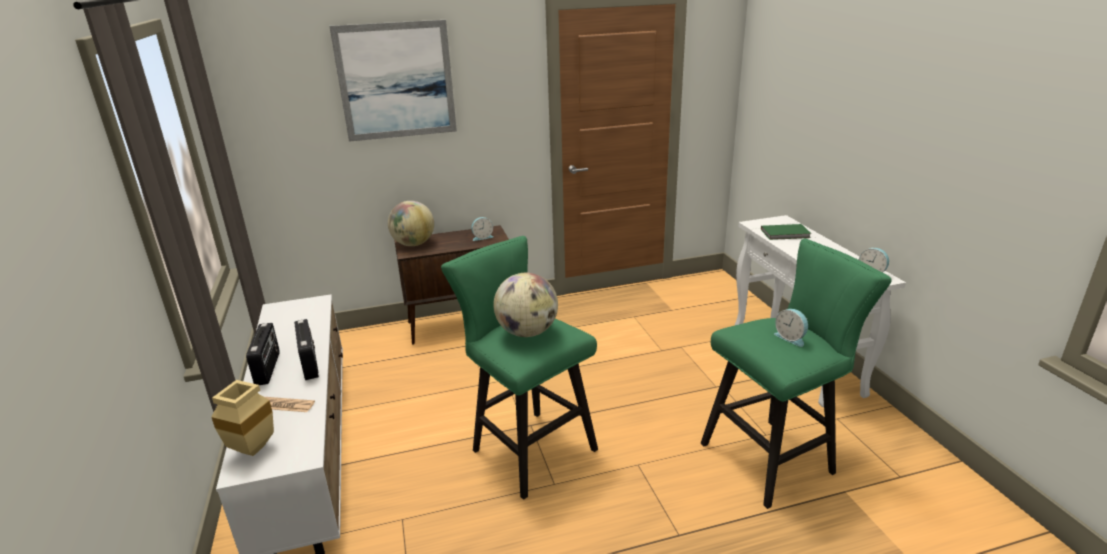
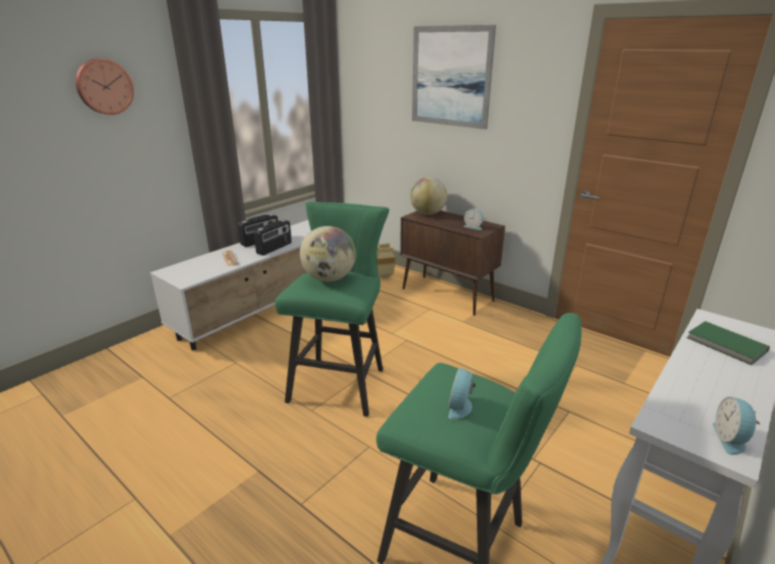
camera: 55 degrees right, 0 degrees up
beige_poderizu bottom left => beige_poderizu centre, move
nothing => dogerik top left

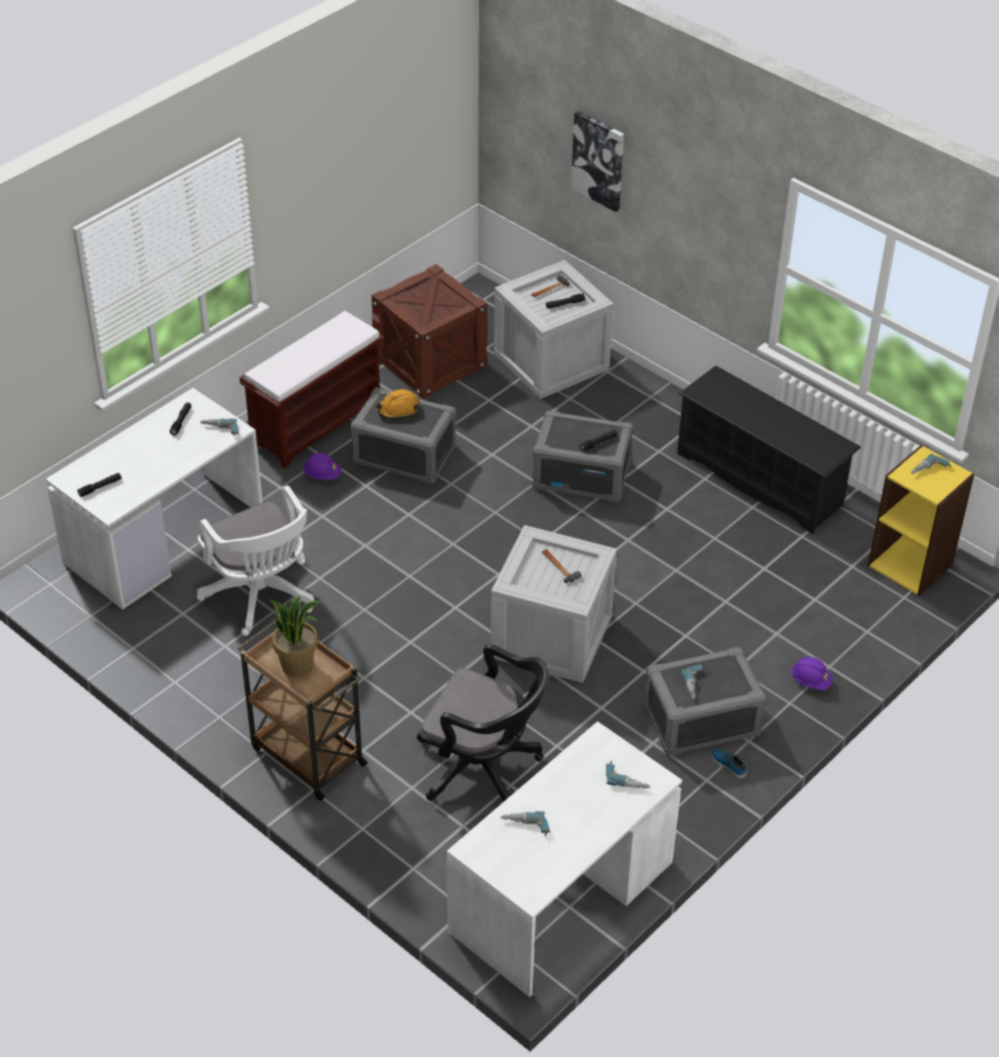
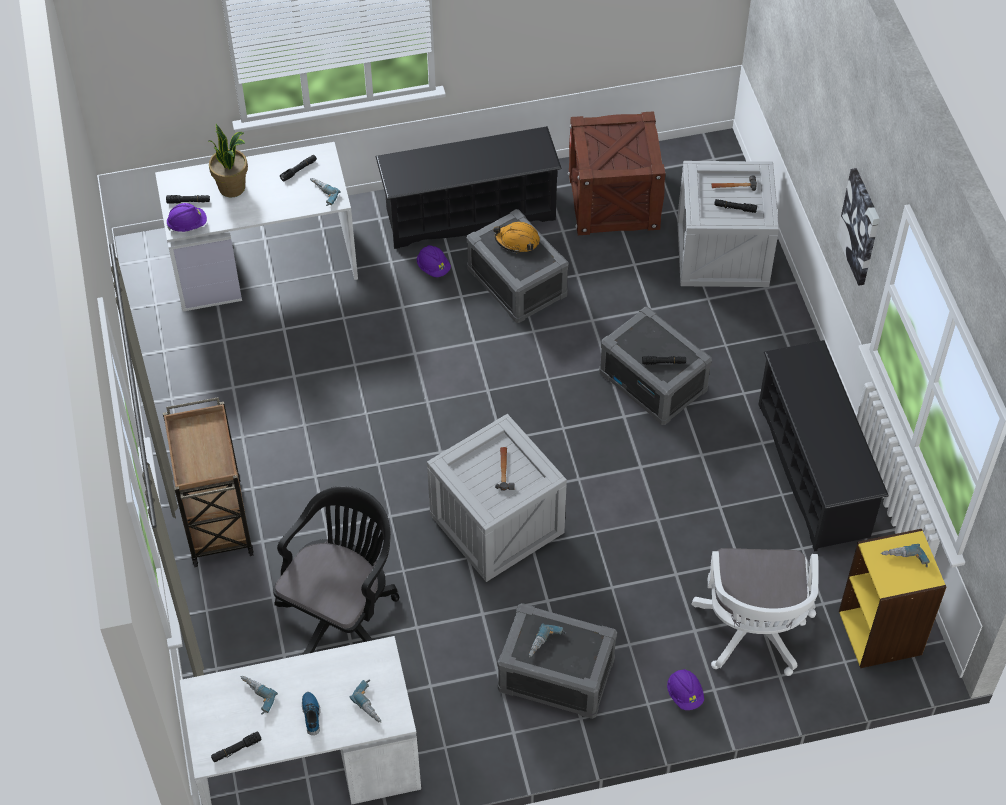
camera: 35 degrees right, 10 degrees up
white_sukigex middle left => white_sukigex bottom right, move
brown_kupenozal middle left => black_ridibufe (1st from left) top centre
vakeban middle left => vakeban top left, move
black_sukigex bottom centre, 120 degrees counterclockwise
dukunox top centre => dukunox top right, move
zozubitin bottom right => zozubitin bottom left, move
nothing => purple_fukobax (1st from left) top left
nothing => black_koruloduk (2nd from left) bottom left

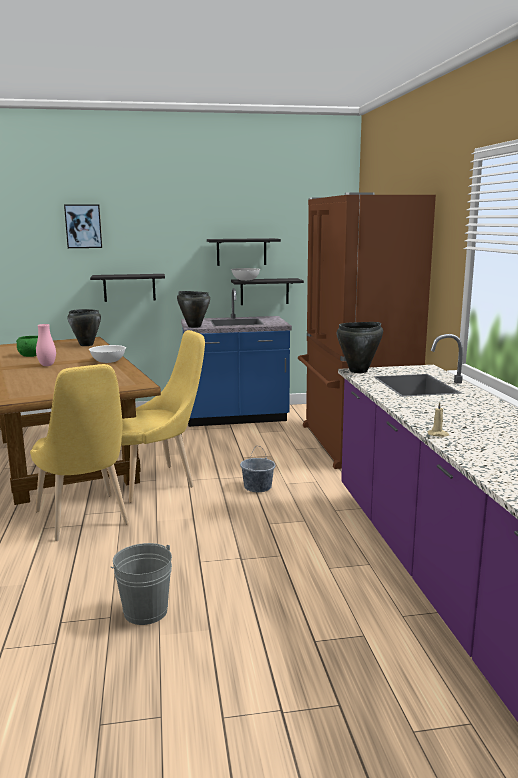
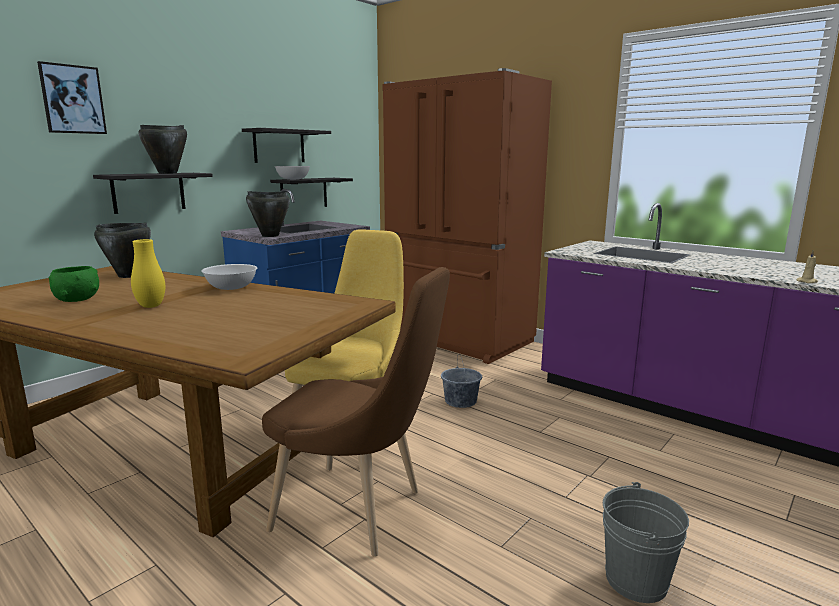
camera: 40 degrees left, 0 degrees up
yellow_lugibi (1st from left) middle left => brown_lugibi bottom centre
pink_poderizu middle left => yellow_poderizu middle left
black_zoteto (3rd from left in the first image) middle right => black_zoteto (2nd from left) top left, move

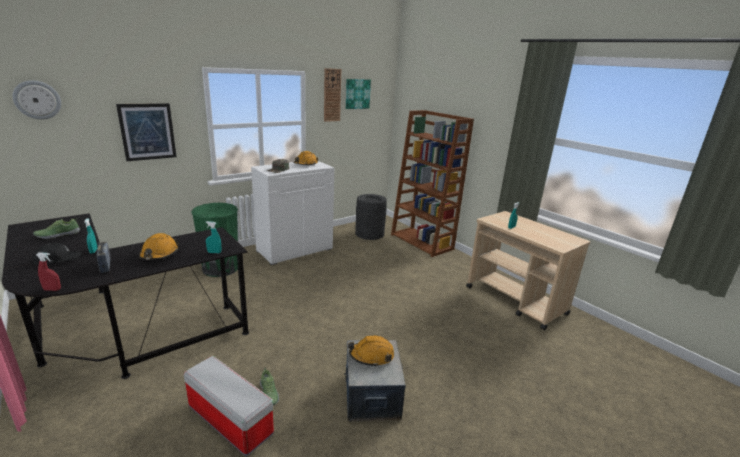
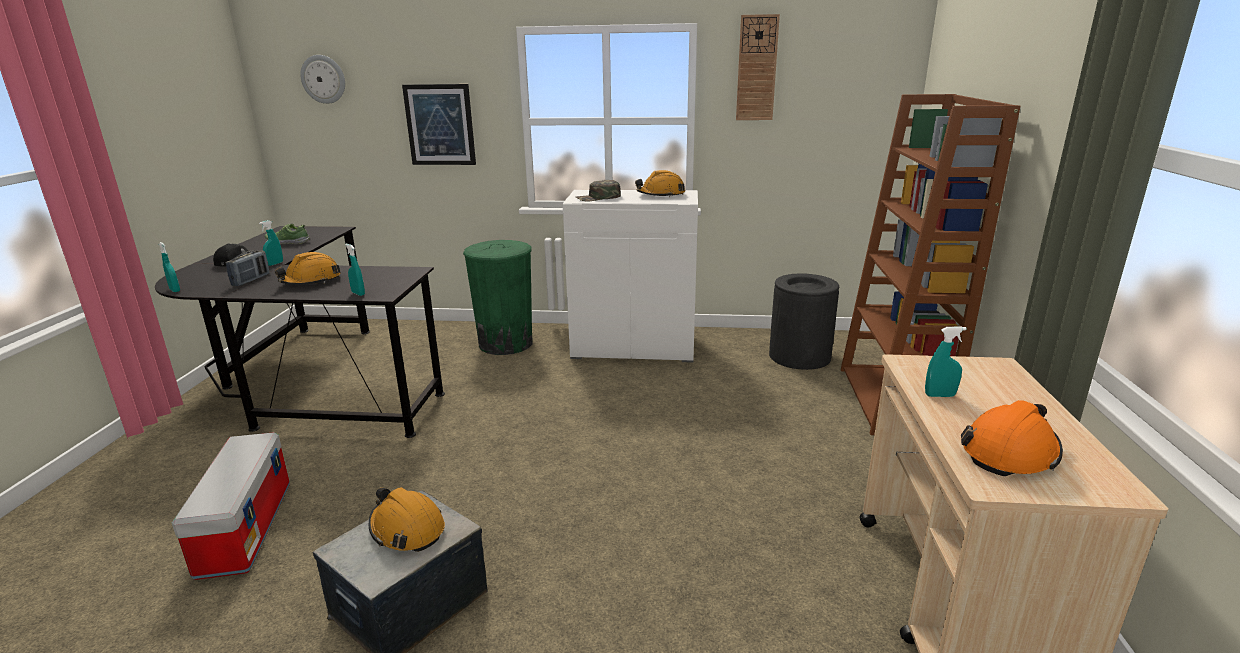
camera: 45 degrees right, 0 degrees up
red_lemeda middle left => turquoise_lemeda (1st from left) middle left
zozubitin (2nd from left) bottom centre => nothing
dukunox (2nd from left) top centre => nothing
nothing => orange_fukobax (4th from left) bottom right

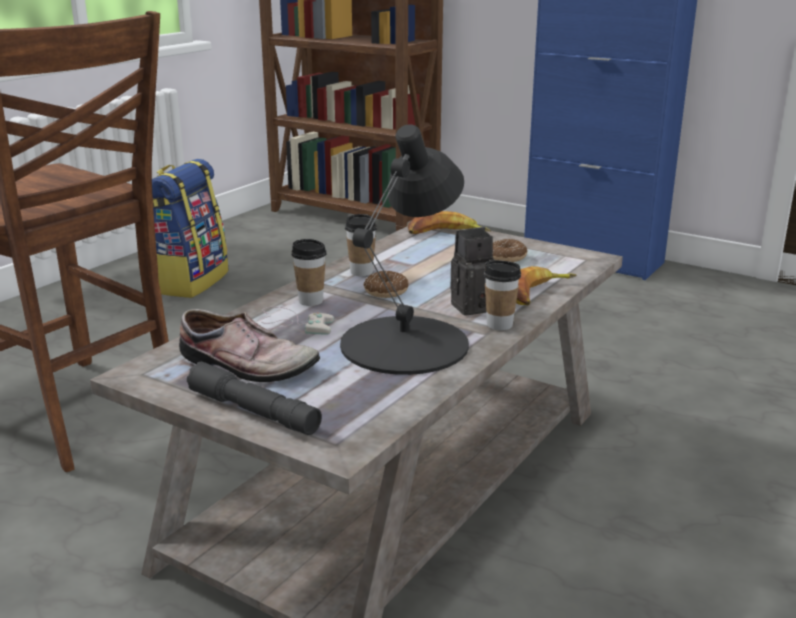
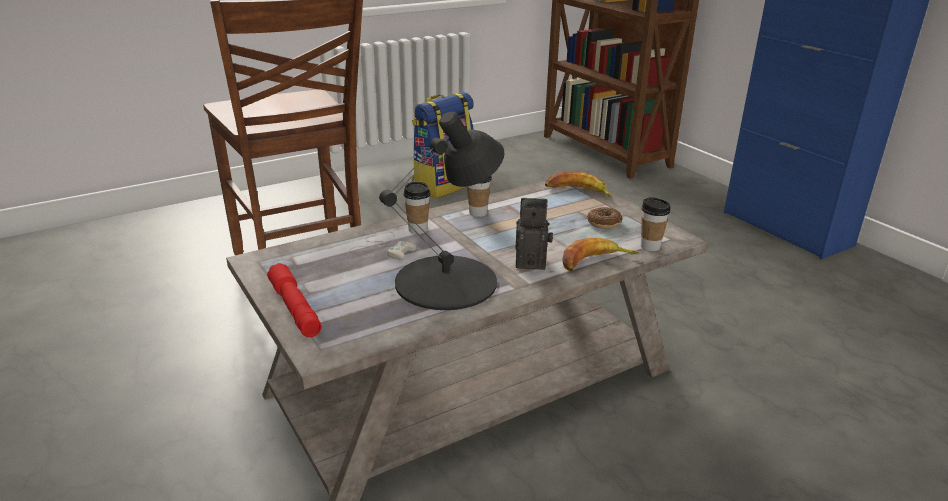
camera: 25 degrees right, 5 degrees up
zozubitin middle left => nothing
grey_koruloduk middle left => red_koruloduk middle left
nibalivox (1st from left) centre => nothing
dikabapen (3rd from left) centre => dikabapen (3rd from left) middle right, move

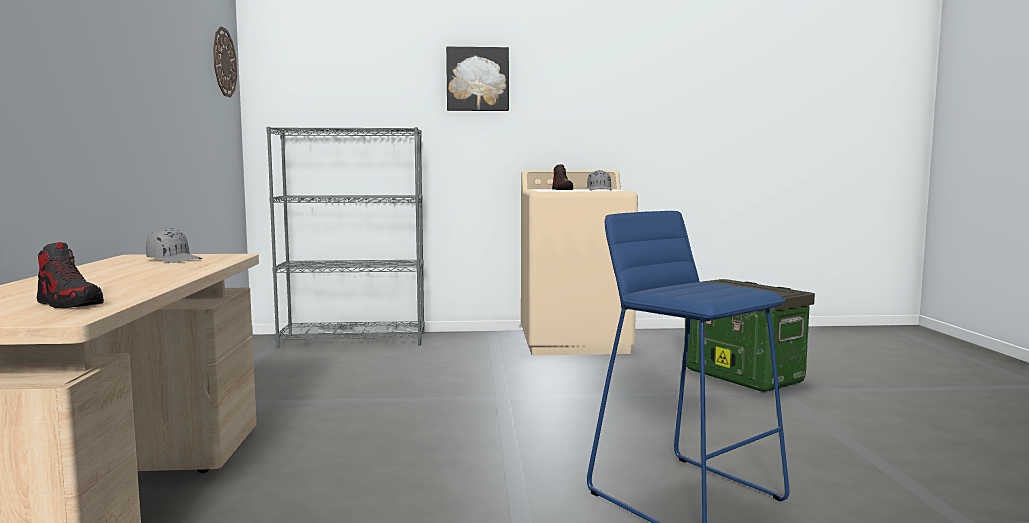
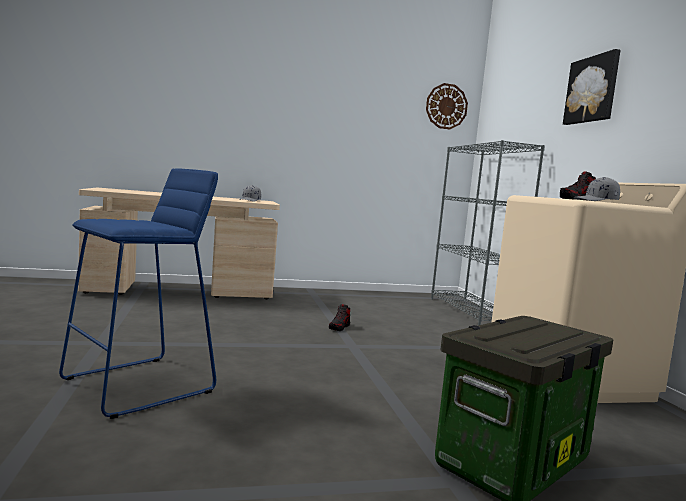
camera: 80 degrees right, 0 degrees up
zozubitin (1st from left) middle left => zozubitin (1st from left) centre, move

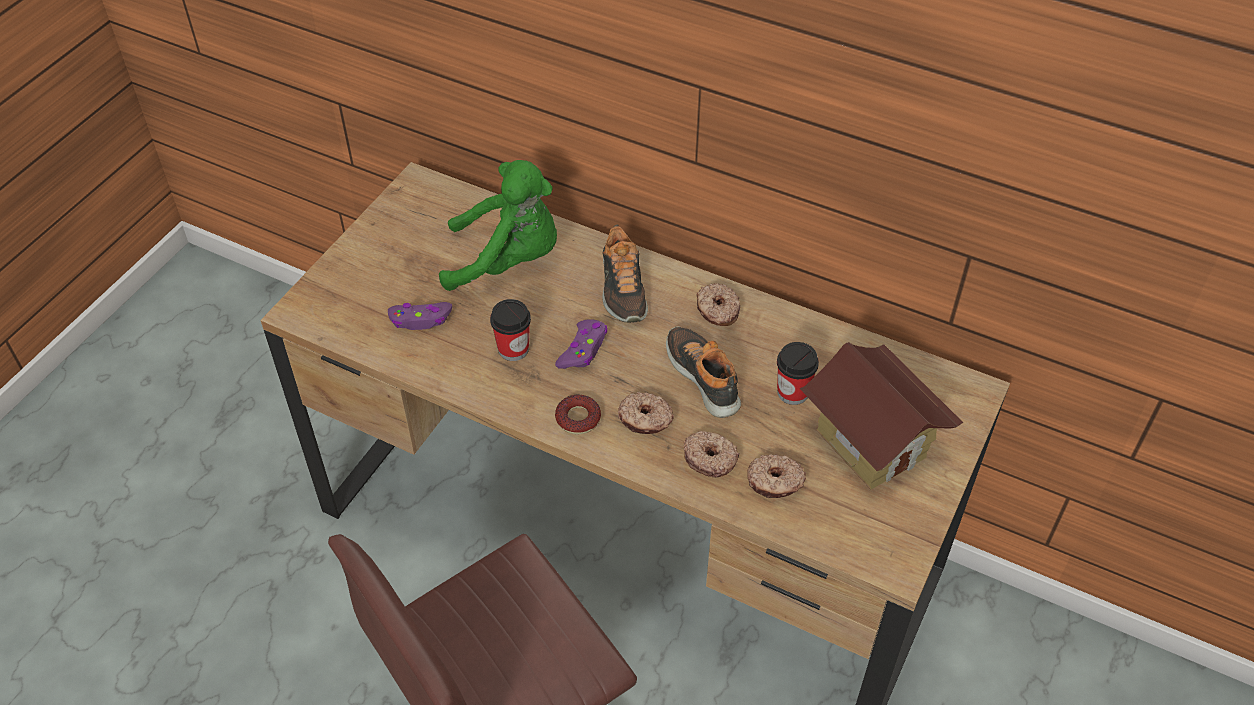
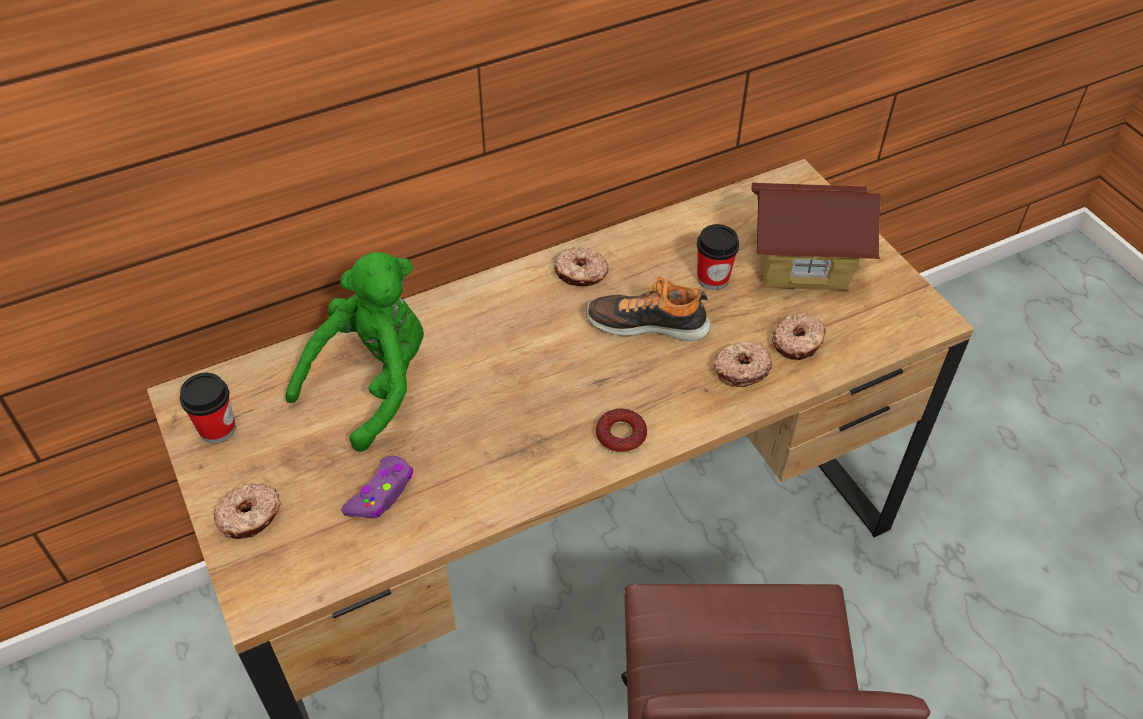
camera: 55 degrees left, 0 degrees up
dikabapen (1st from left) centre => dikabapen (1st from left) middle left, move
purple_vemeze (2nd from left) centre => nothing
zozubitin (1st from left) centre => nothing
nibalivox (2nd from left in the first image) centre => nibalivox (1st from left) bottom left, move

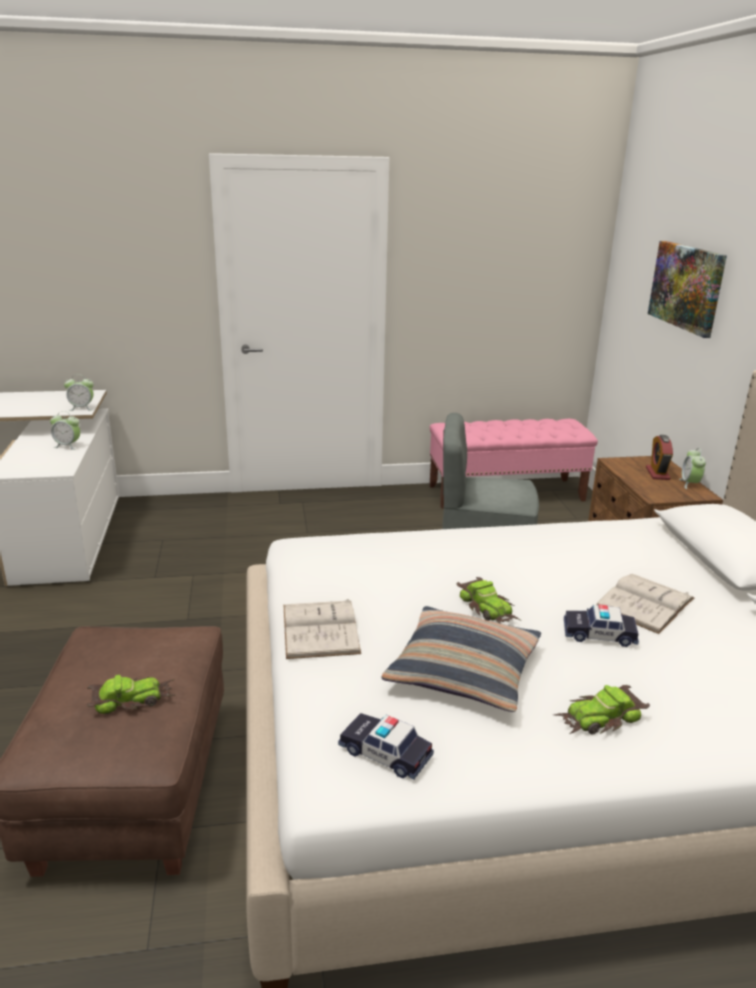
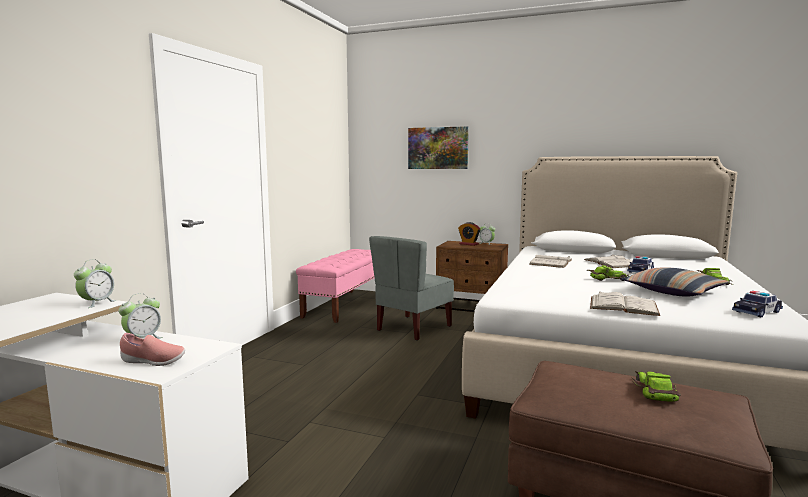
camera: 60 degrees left, 15 degrees down
nothing => pink_zozubitin bottom left
nothing => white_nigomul (1st from left) middle right

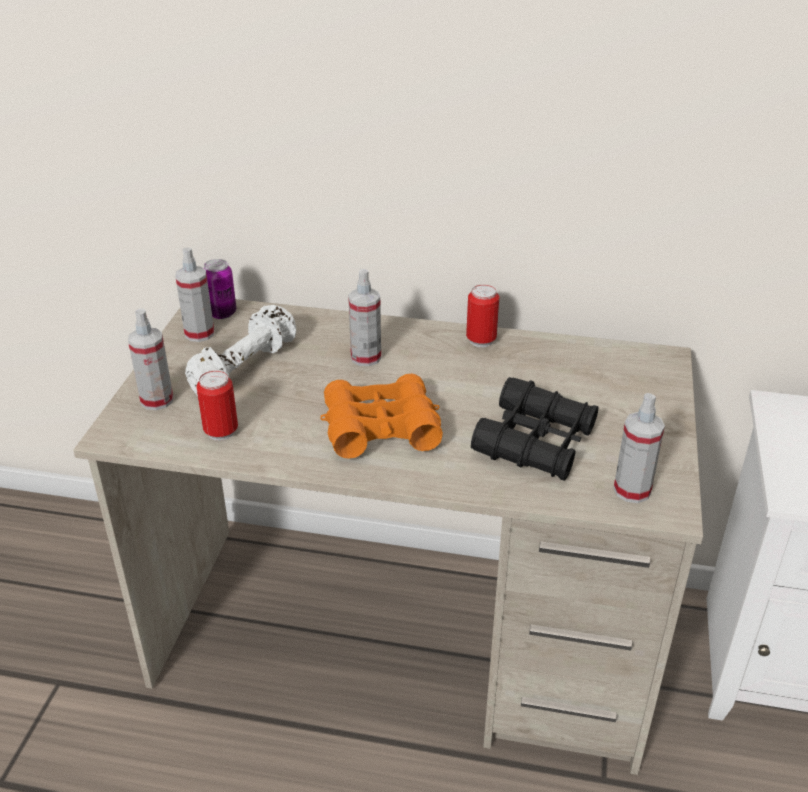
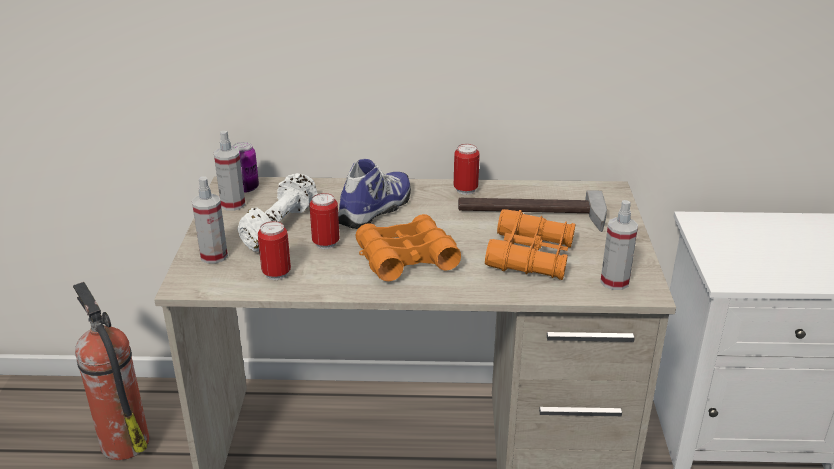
camera: 10 degrees left, 5 degrees down
lemeda (3rd from left) centre => zozubitin centre
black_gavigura centre => orange_gavigura (2nd from left) centre
nothing => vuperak bottom left
nothing => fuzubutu (3rd from left) centre
nothing => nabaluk centre

